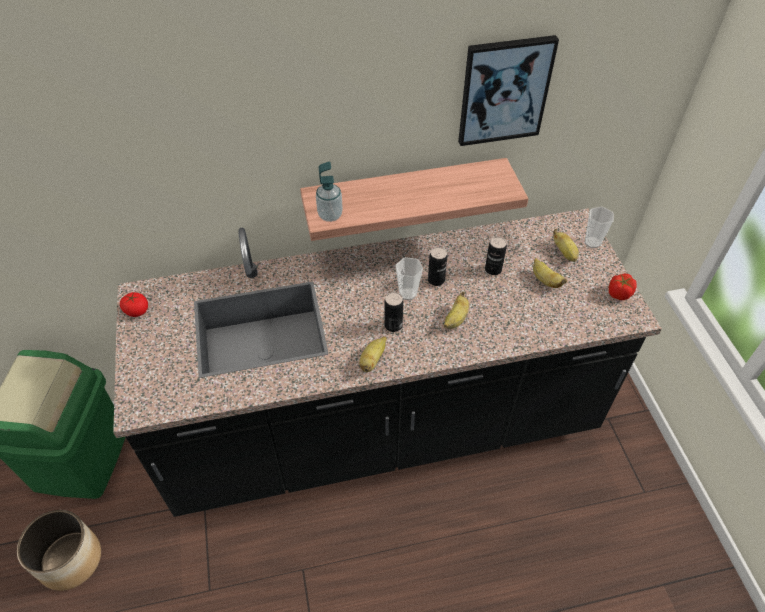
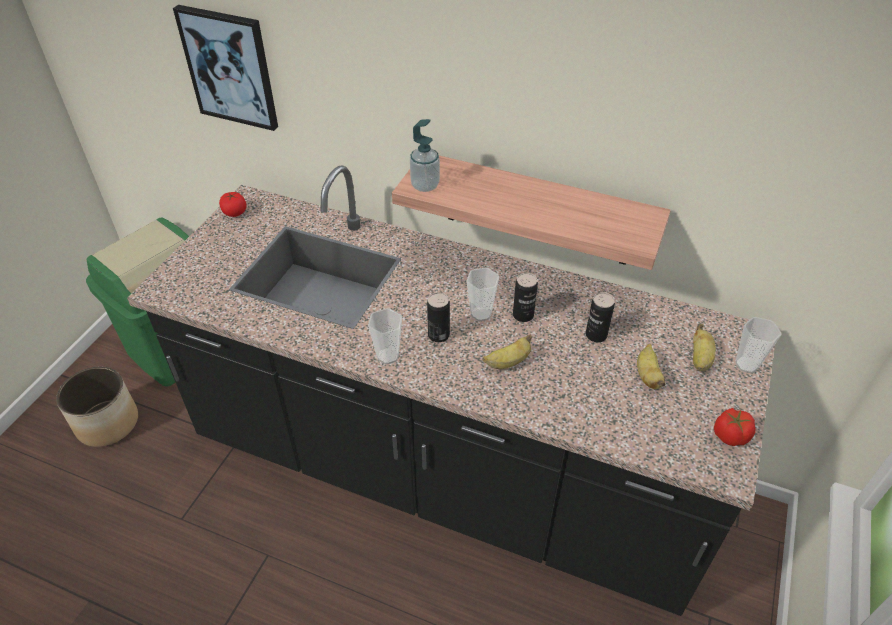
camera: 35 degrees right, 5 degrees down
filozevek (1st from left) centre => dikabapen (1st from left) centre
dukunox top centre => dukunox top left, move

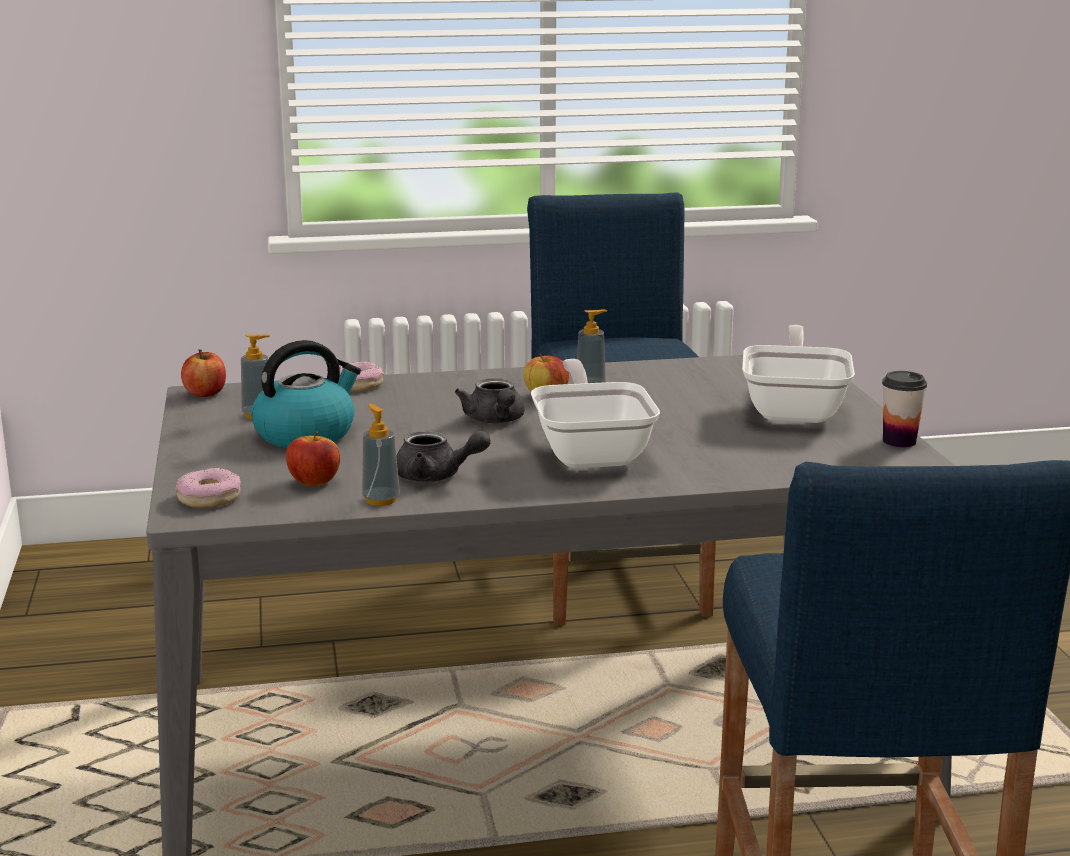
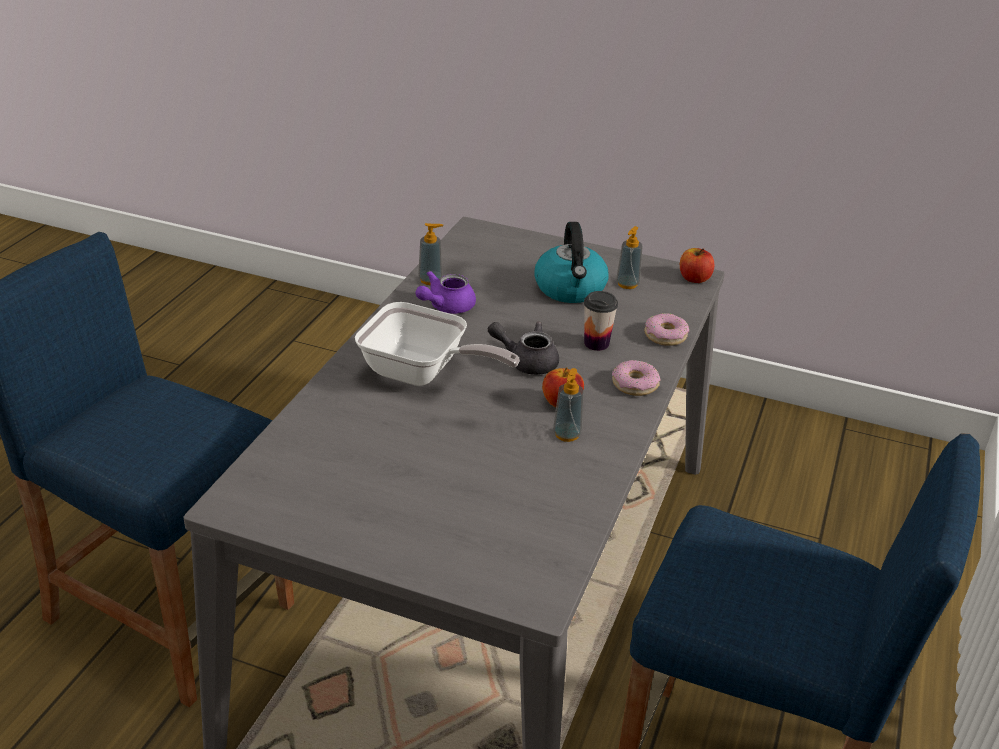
camera: 120 degrees right, 15 degrees up
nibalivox (1st from left) middle left => nibalivox (1st from left) centre, move
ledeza (2nd from left) middle left => nothing
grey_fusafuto (1st from left) centre => purple_fusafuto centre
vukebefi (2nd from left) middle right => nothing
dikabapen middle right => dikabapen centre, move

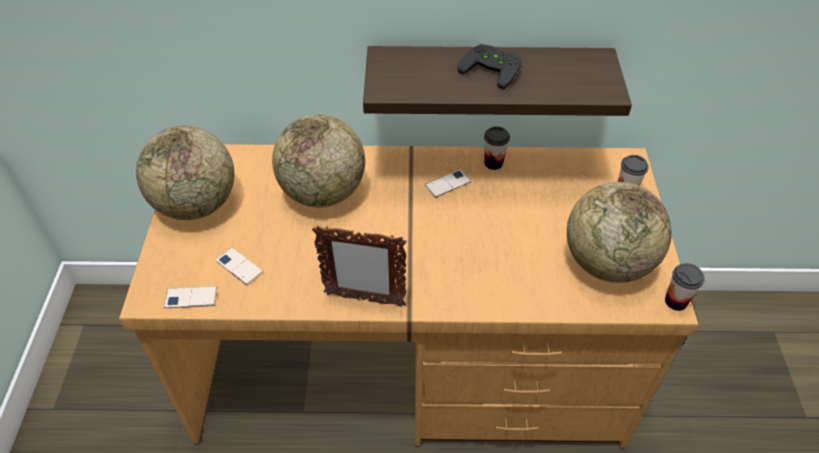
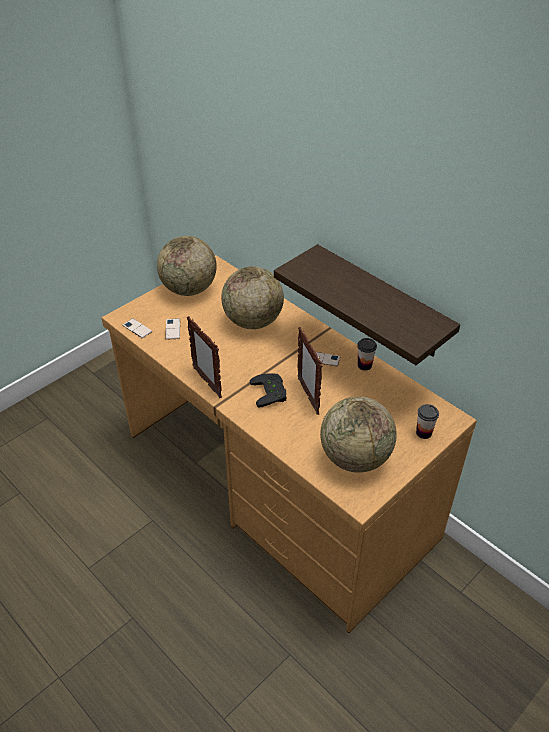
camera: 45 degrees right, 5 degrees down
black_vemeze top centre => black_vemeze centre, move
dikabapen (3rd from left) middle right => nothing
nothing => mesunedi (2nd from left) centre

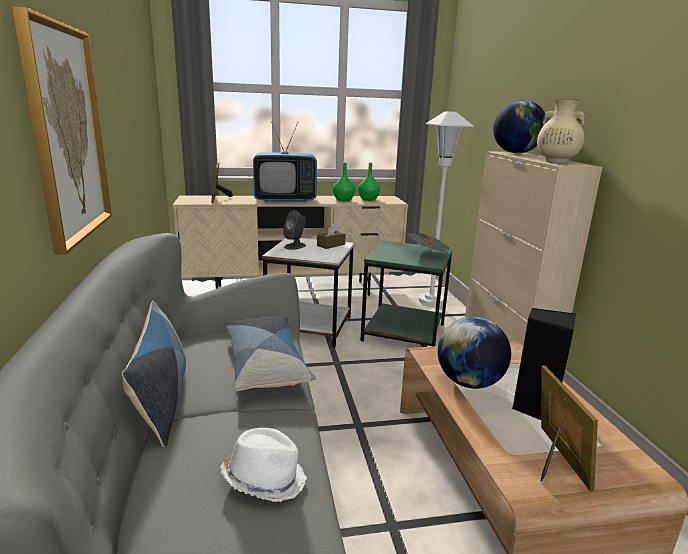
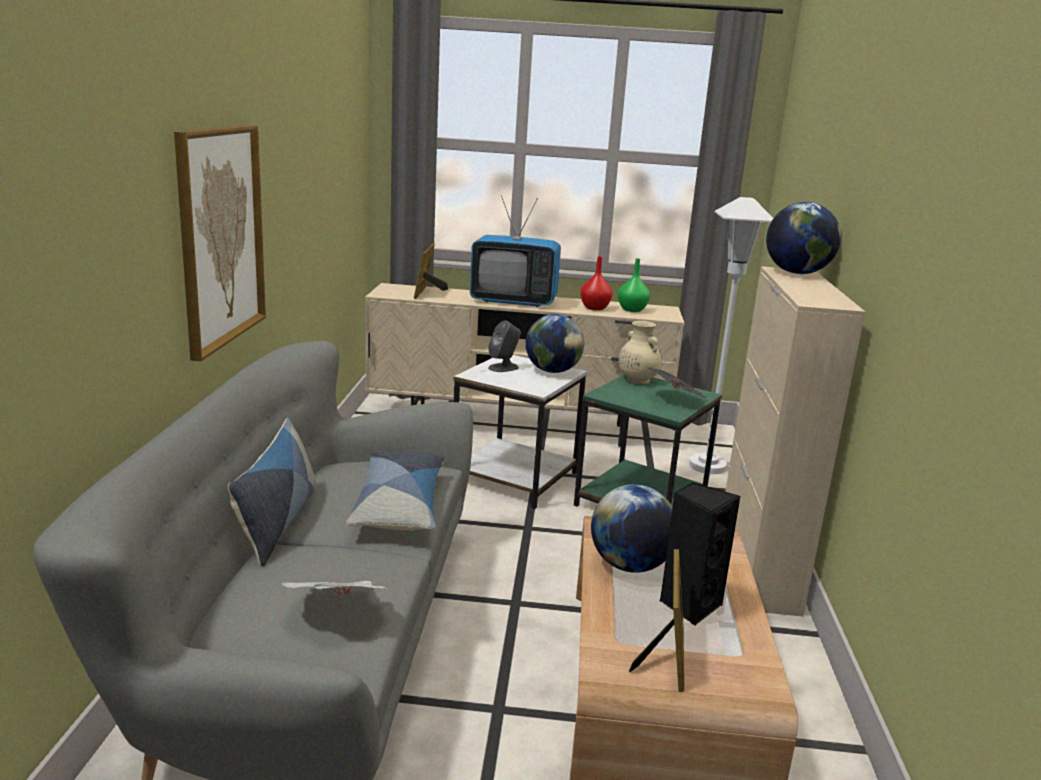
camera: 15 degrees right, 0 degrees up
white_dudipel bottom centre => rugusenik (1st from left) bottom left
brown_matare centre => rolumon (1st from left) centre
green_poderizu (1st from left) top centre => red_poderizu centre
beige_poderizu top right => beige_poderizu centre, move

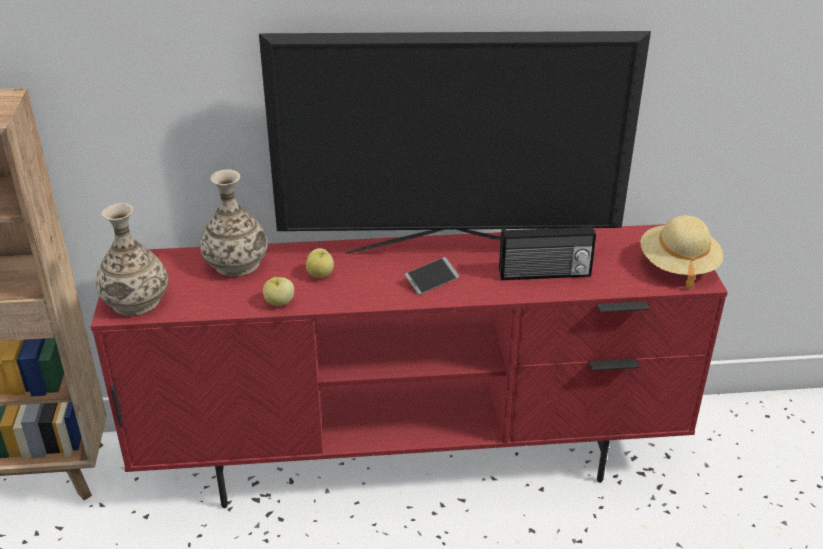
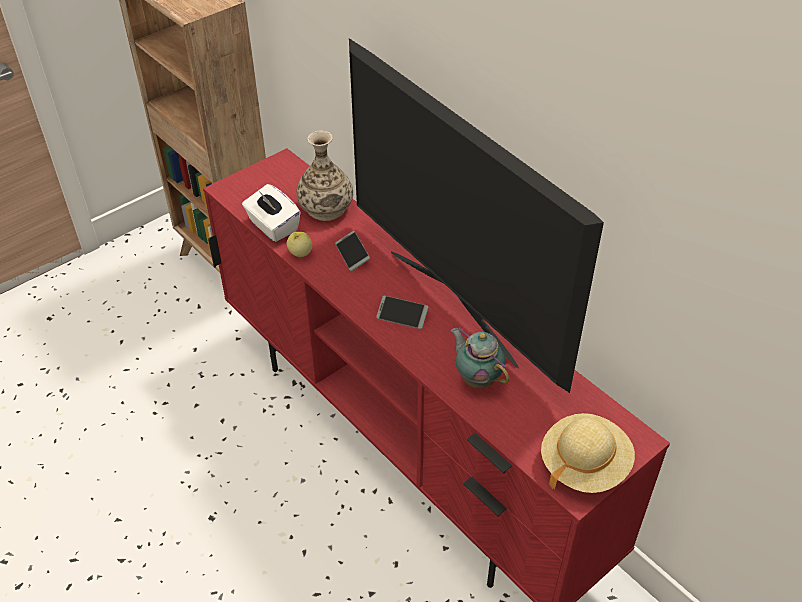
camera: 55 degrees right, 10 degrees up
poderizu (1st from left) middle left => nothing
ledeza (2nd from left) centre => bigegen (1st from left) centre
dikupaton centre => fusafuto centre
nothing => white_matare centre

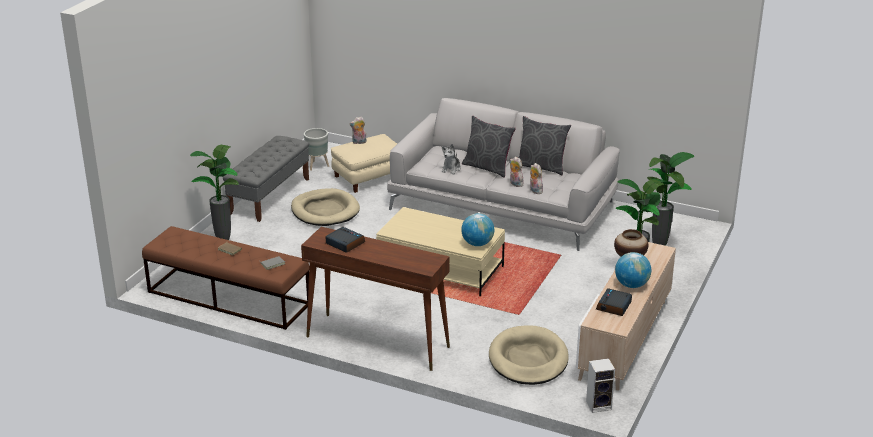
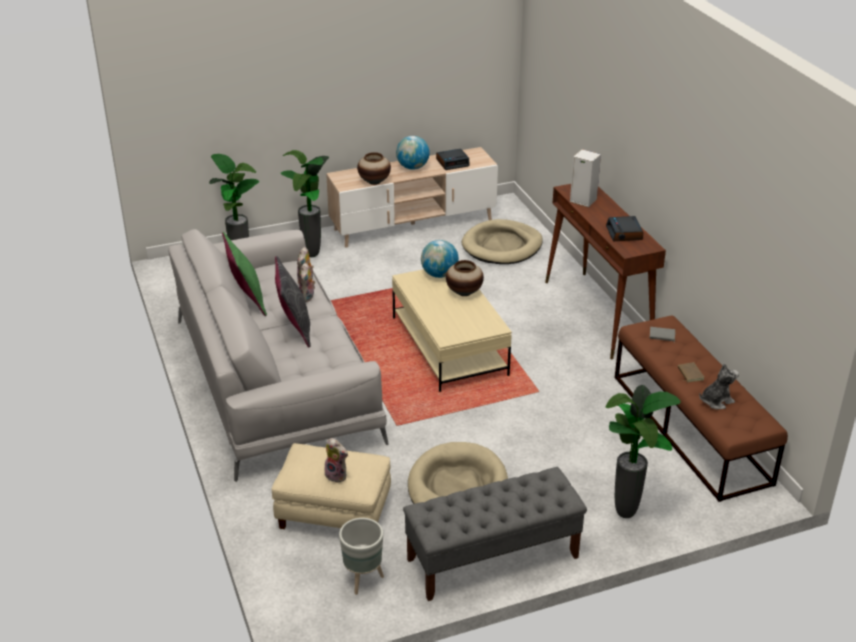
camera: 135 degrees left, 5 degrees up
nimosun (2nd from left in the first image) centre => nimosun (4th from left) middle right, move
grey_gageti (2nd from left) top centre => green_gageti middle left
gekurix bottom right => gekurix top right, move
nothing => poderizu (2nd from left) centre

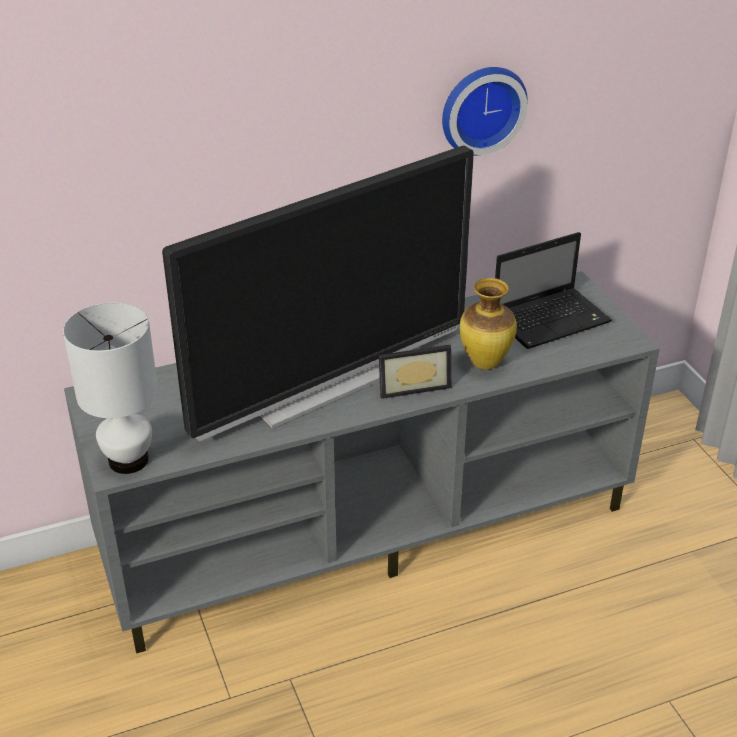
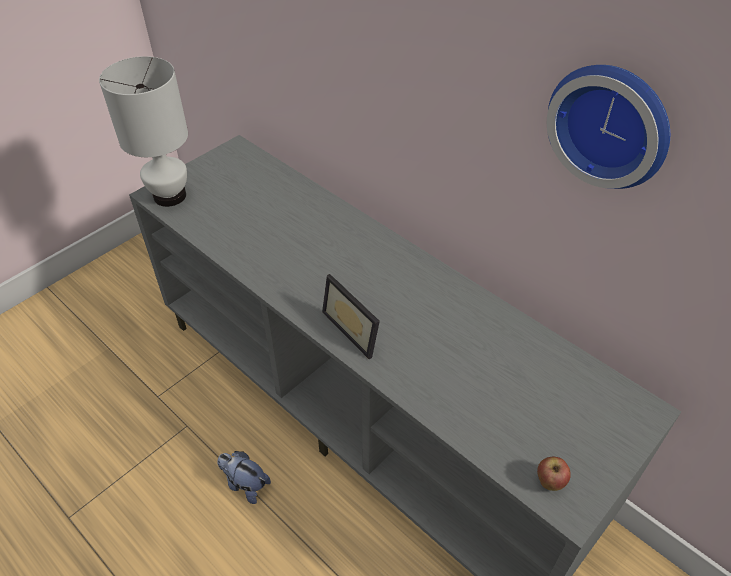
camera: 65 degrees right, 10 degrees up
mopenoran centre => nothing
poderizu centre => nothing
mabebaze middle right => nothing
nothing => nimosun bottom centre
nothing => ledeza bottom right

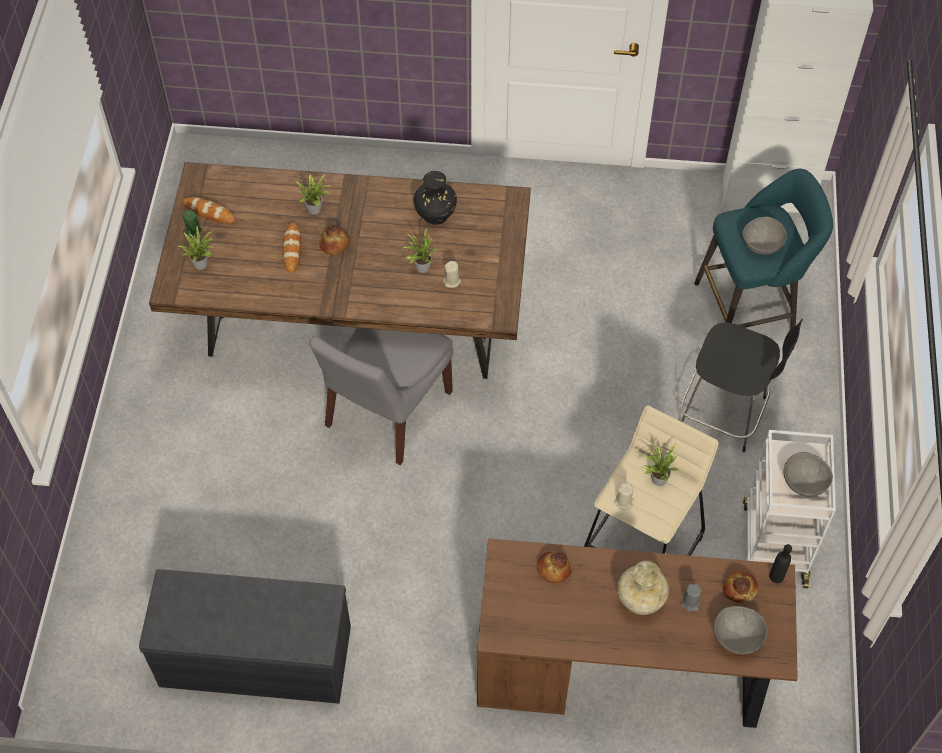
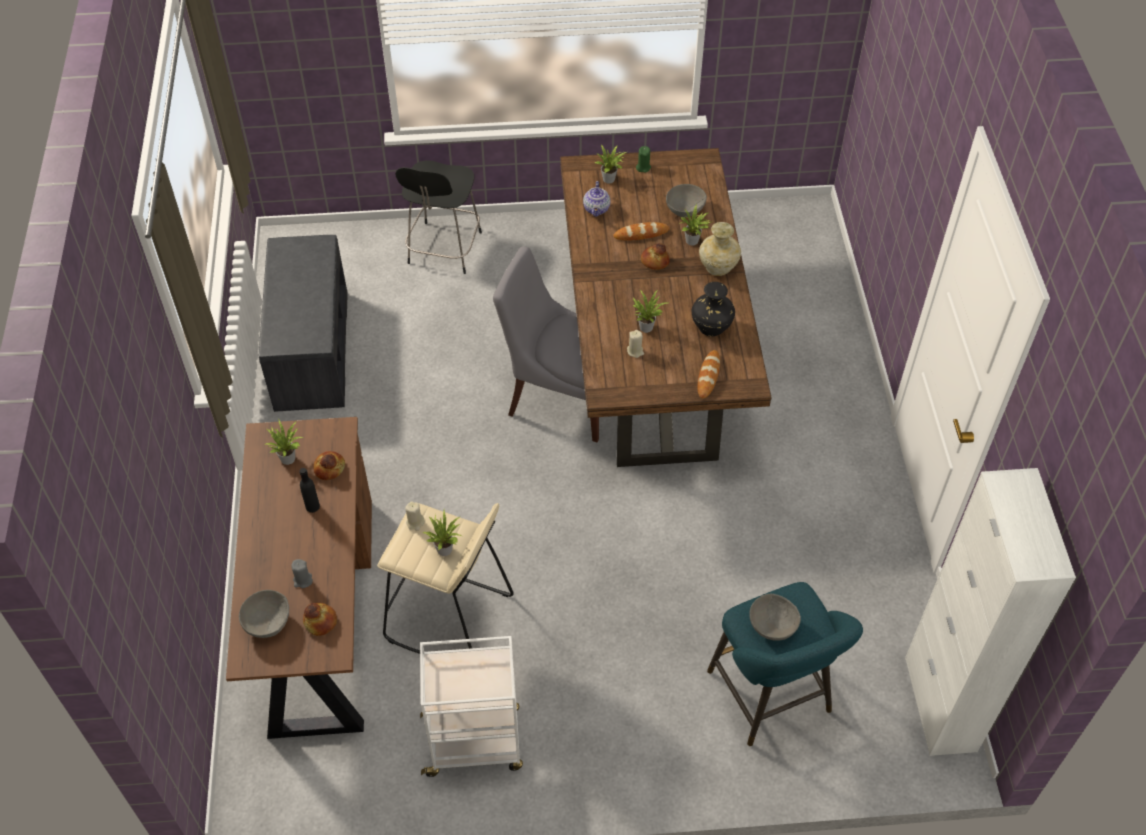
camera: 80 degrees right, 5 degrees down
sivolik (1st from left in the first image) top left => sivolik (5th from left) centre, move
beige_poderizu bottom right => beige_poderizu top centre, move
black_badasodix middle right => black_badasodix top centre, move
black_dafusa bottom right => black_dafusa middle left, move
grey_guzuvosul (3rd from left in the first image) middle right => grey_guzuvosul (2nd from left) top centre, move
nothing => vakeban (1st from left) middle left
nothing => fusafuto top centre

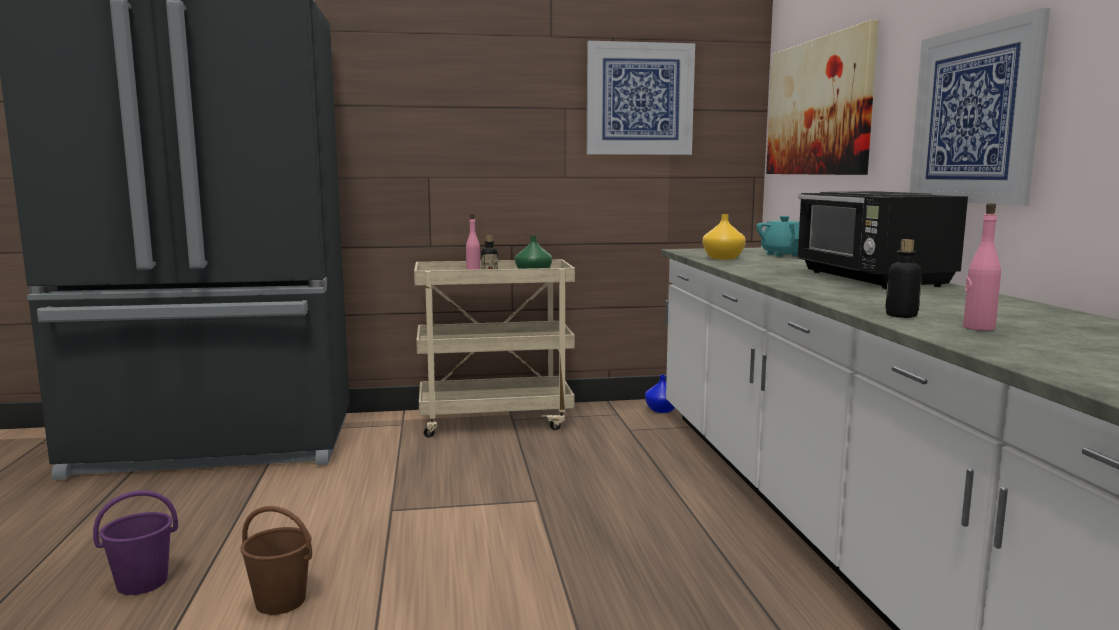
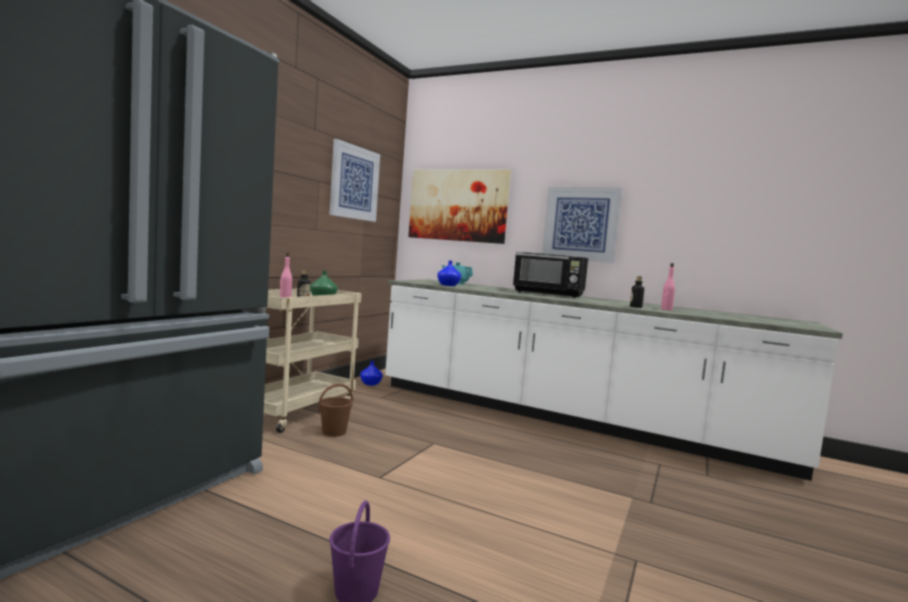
camera: 55 degrees left, 5 degrees down
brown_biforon bottom left => brown_biforon bottom centre, move
yellow_poderizu centre => blue_poderizu (2nd from left) centre

